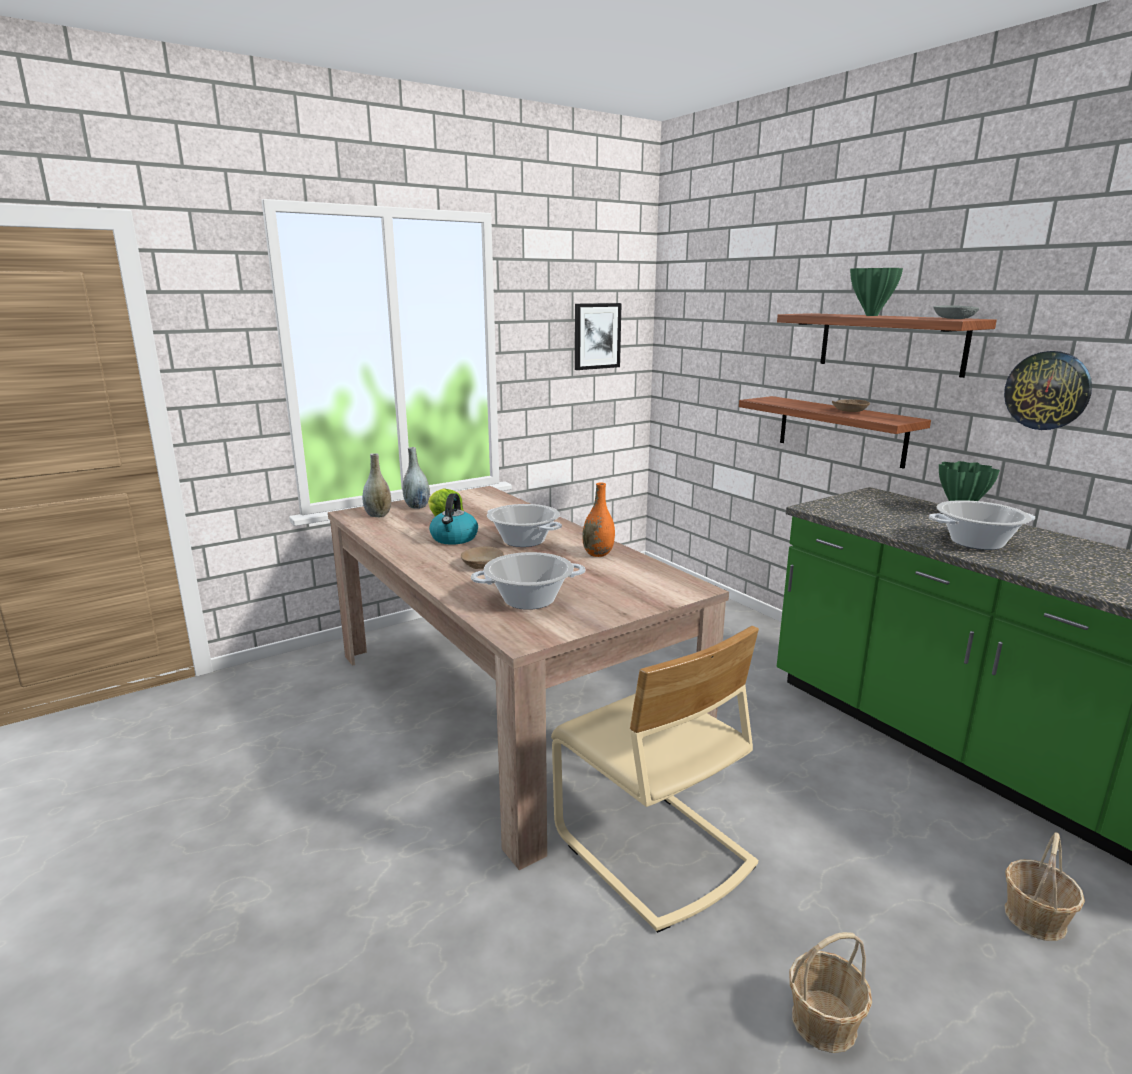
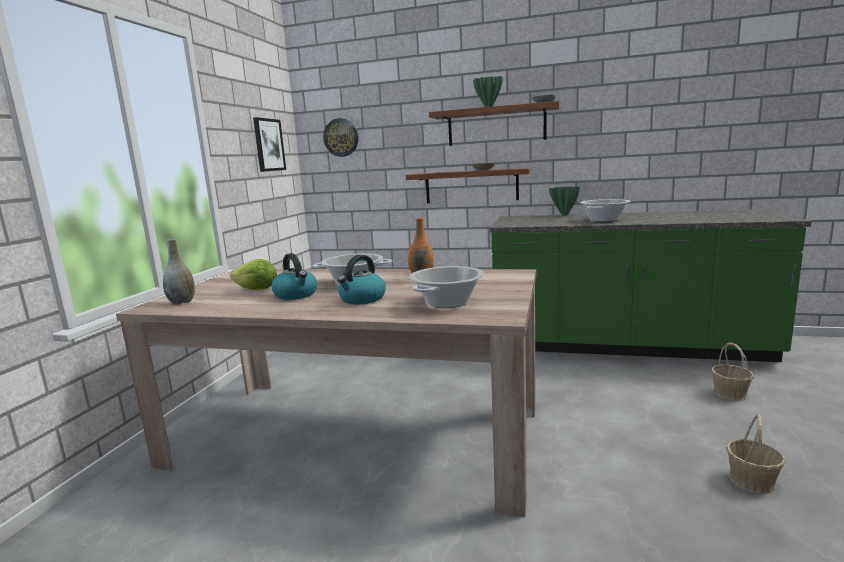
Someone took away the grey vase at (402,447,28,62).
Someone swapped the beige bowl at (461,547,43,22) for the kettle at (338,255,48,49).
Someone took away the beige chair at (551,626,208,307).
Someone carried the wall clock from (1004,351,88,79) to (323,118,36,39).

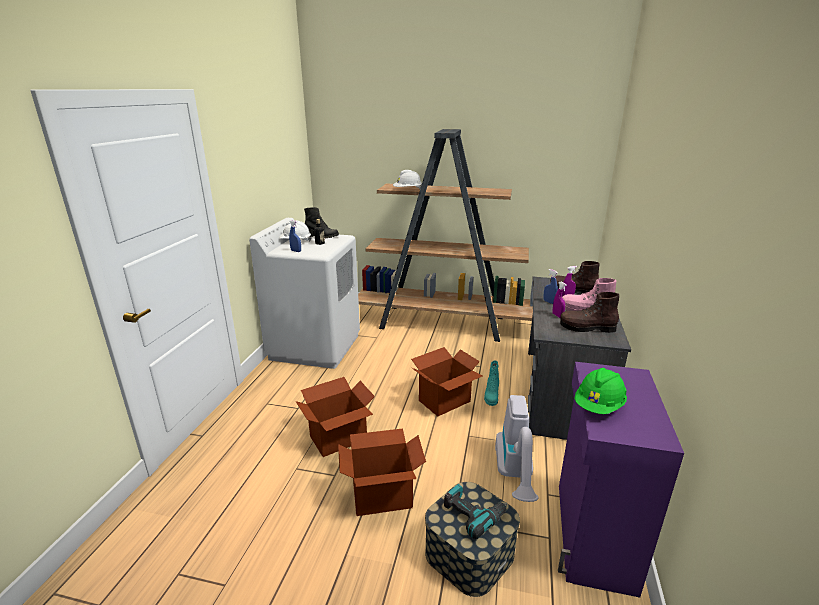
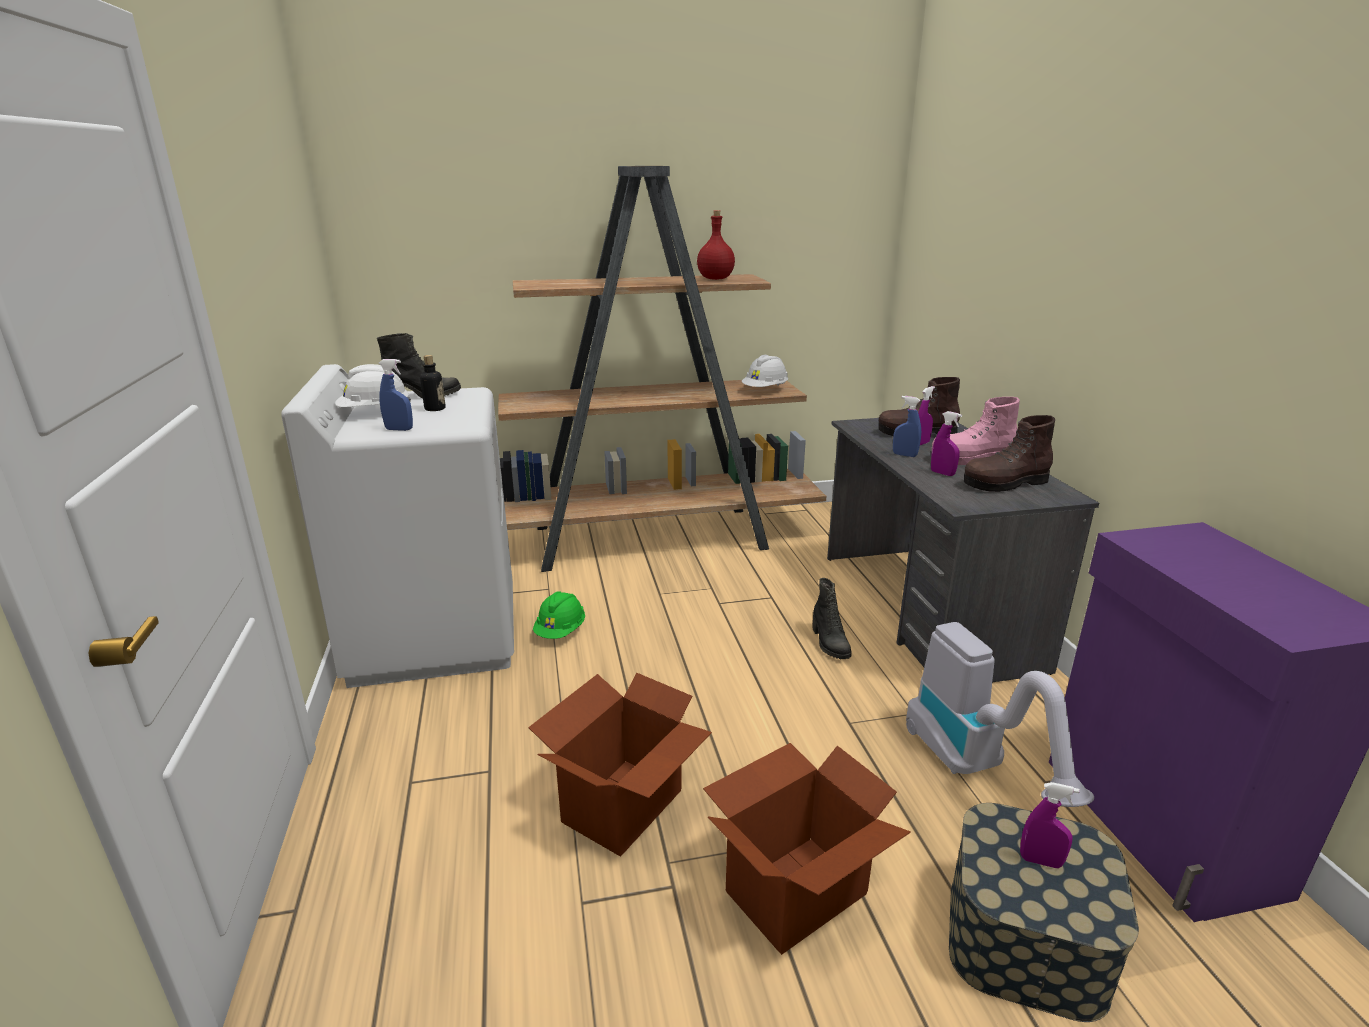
Someone carried the white hard hat from (393,170,29,20) to (742,355,46,32).
Someone took away the cardboard box at (411,347,71,69).
Someone swapped the power drill at (444,484,63,55) for the purple spray bottle at (1020,782,60,86).
Someone repainted the turquoise boot at (484,360,15,46), which became the black boot at (813,578,39,81).
Someone carried the green hard hat from (574,368,53,46) to (533,591,52,48).
Someone put down the red bottle at (697,210,38,70).

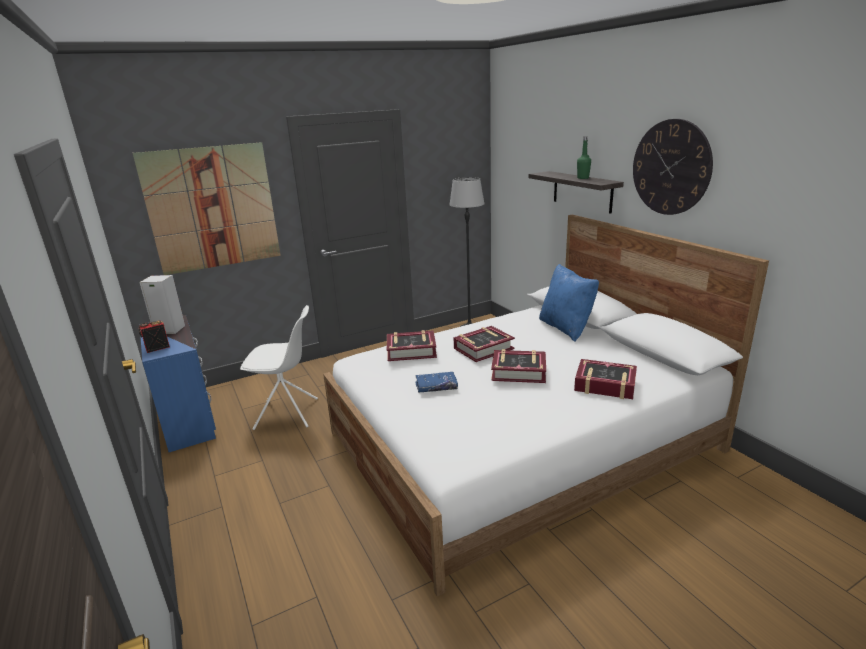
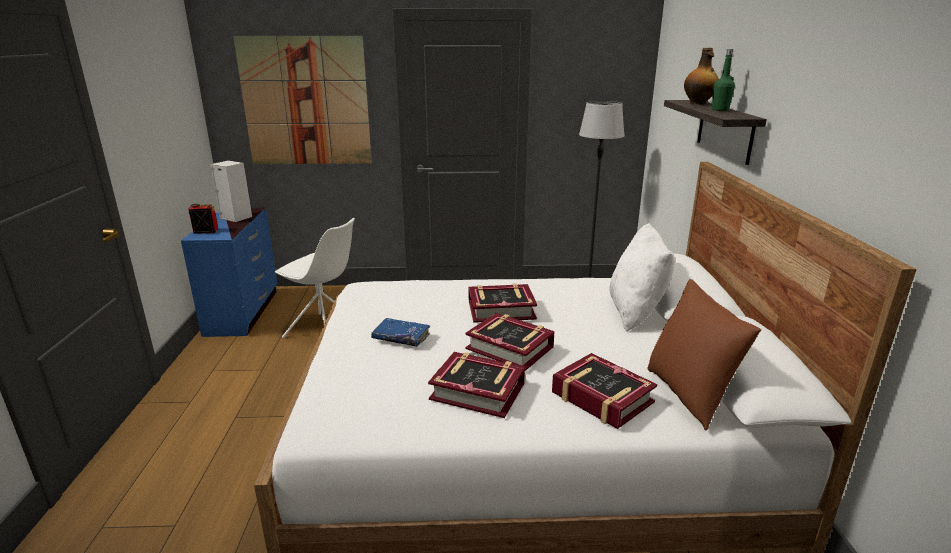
Someone carried the book from (387,330,50,31) to (428,352,97,66).
Someone repainted the blue pillow at (539,264,60,78), which became the white pillow at (609,223,66,108).
Someone took away the wall clock at (633,119,80,96).
Someone put down the brown pillow at (647,279,114,151).
Someone put down the bottle at (684,48,35,57).

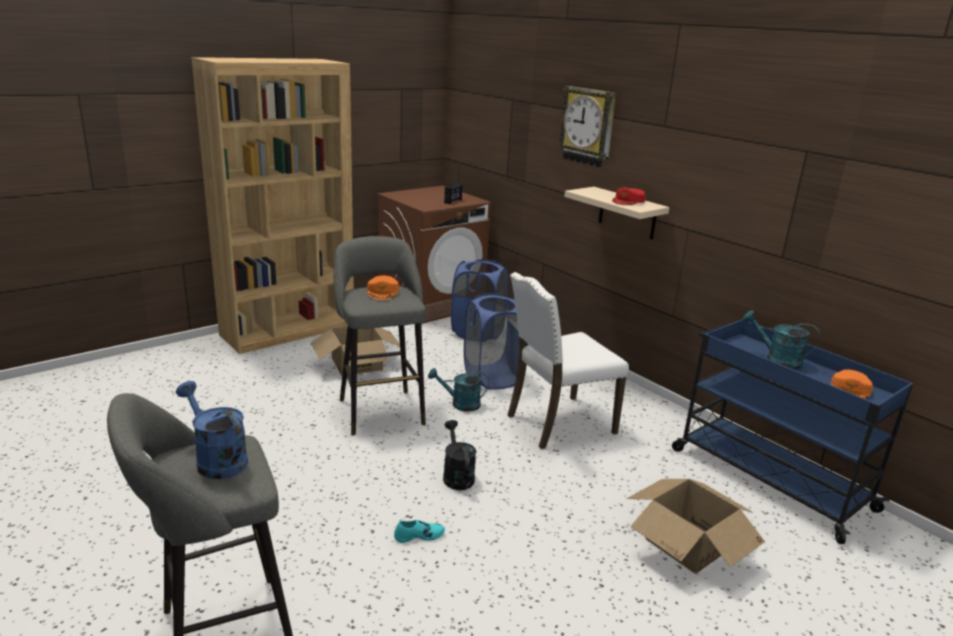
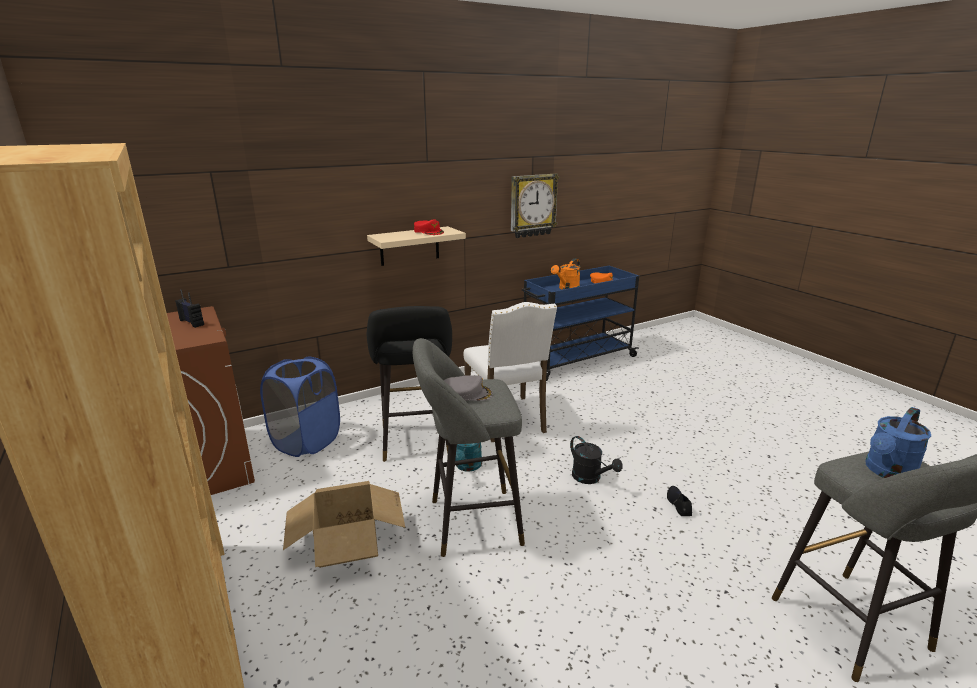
Someone repainted the orange cap at (367,276,32,24), which became the grey cap at (444,375,49,26).
Someone repainted the turquoise shoe at (394,520,51,23), which became the black shoe at (667,486,25,30).
Someone rotated the black watering can at (443,420,33,70) by 120 degrees counterclockwise.
Someone swapped the blue laundry basket at (464,293,56,97) for the black stool at (367,306,85,156).
Someone carried the wall clock from (558,86,58,81) to (511,174,49,64).
Someone took away the cardboard box at (627,479,138,95).
Someone repainted the turquoise watering can at (743,310,77,60), which became the orange watering can at (551,259,29,31).

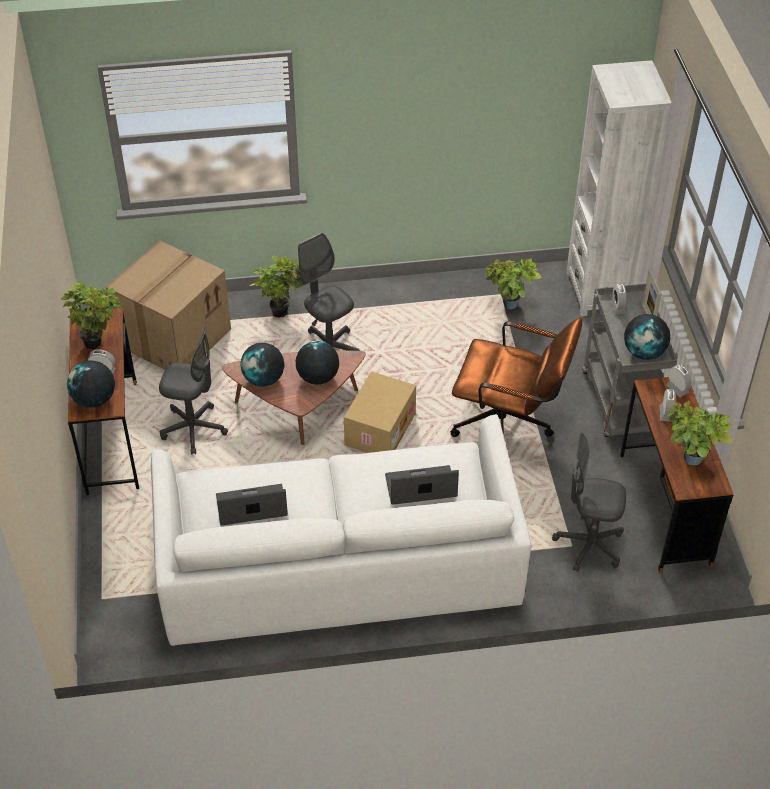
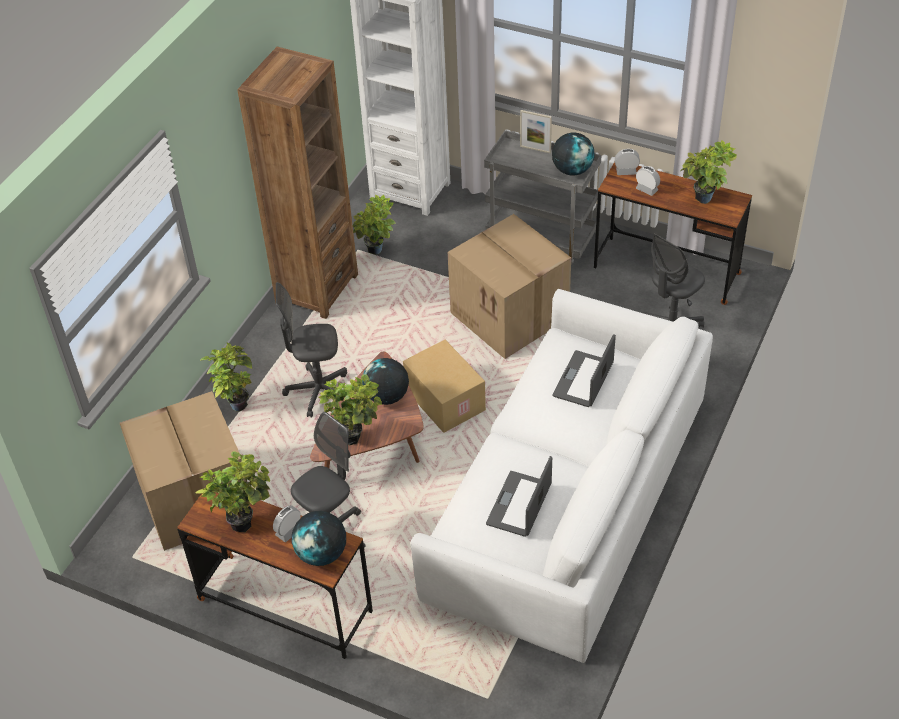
Someone swapped the globe at (240,343,44,44) for the potted plant at (319,374,63,71).
Someone swapped the brown office chair at (450,318,132,119) for the cardboard box at (448,214,123,145).
Someone took away the alarm clock at (610,284,17,30).
Someone put down the brown bookcase at (237,47,121,272).

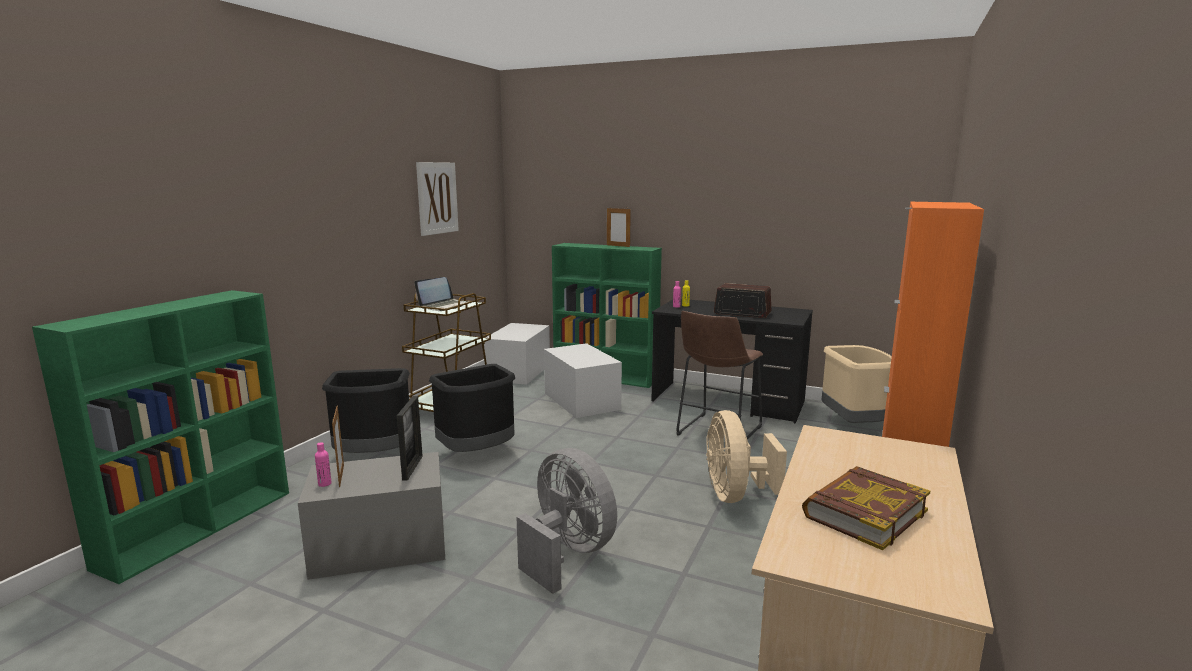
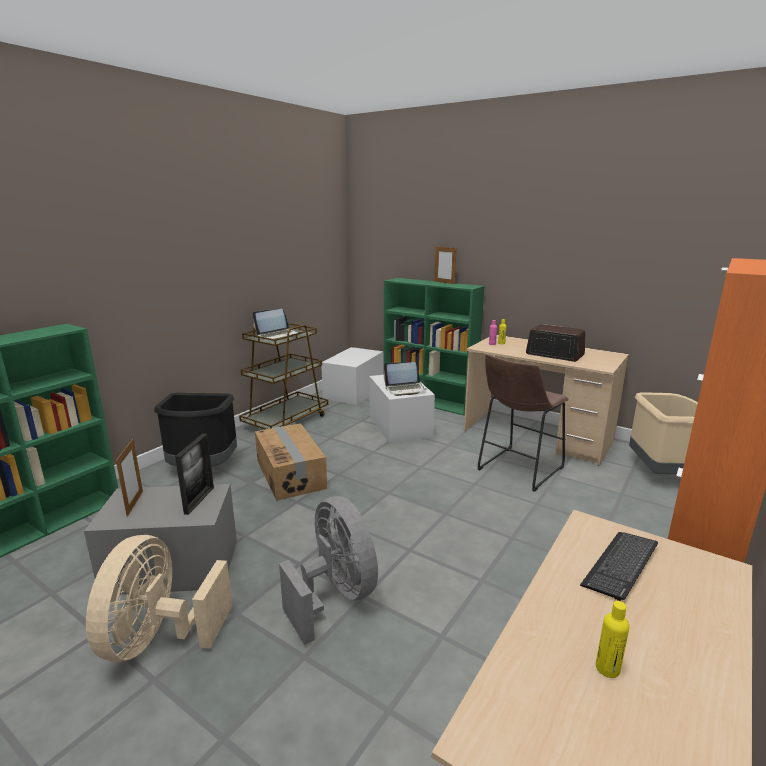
Someone took away the pink bottle at (315,442,17,45).
Someone took away the picture at (416,162,43,74).
Someone swapped the black trash can at (429,364,86,91) for the cardboard box at (255,423,72,78).
Someone repainted the black desk at (651,299,162,124), which became the beige desk at (464,335,165,131).
Someone carried the beige fan from (706,410,81,93) to (86,535,147,127).
Someone swapped the book at (802,466,128,84) for the yellow bottle at (596,601,33,77).
Someone put down the laptop at (384,362,42,34).
Someone put down the keyboard at (580,532,78,69).

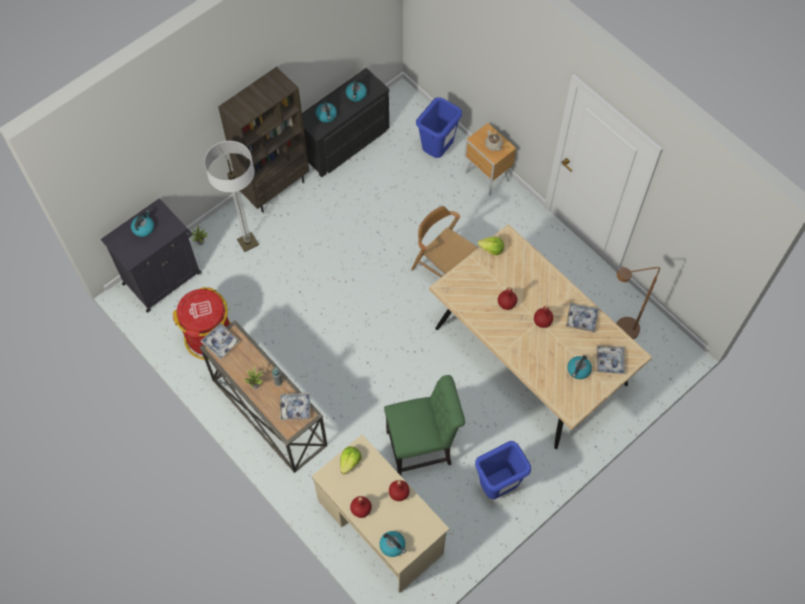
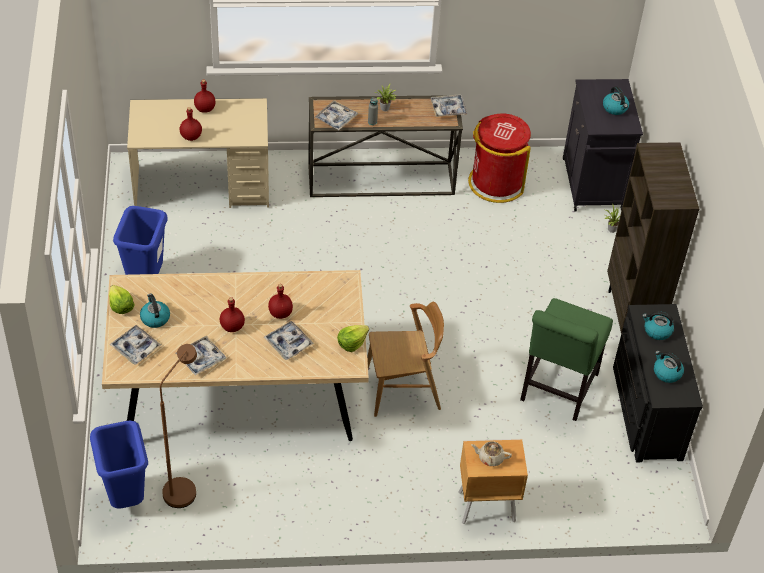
Someone took away the floor lamp at (204,141,55,111).
Someone carried the lettuce from (340,446,22,29) to (109,285,26,29).
Someone took away the kettle at (379,531,27,26).
Someone carried the green chair from (384,375,81,101) to (520,298,93,123).
Someone carried the blue trash can from (416,97,46,61) to (90,421,58,88).
Someone put down the tray at (264,321,50,39).

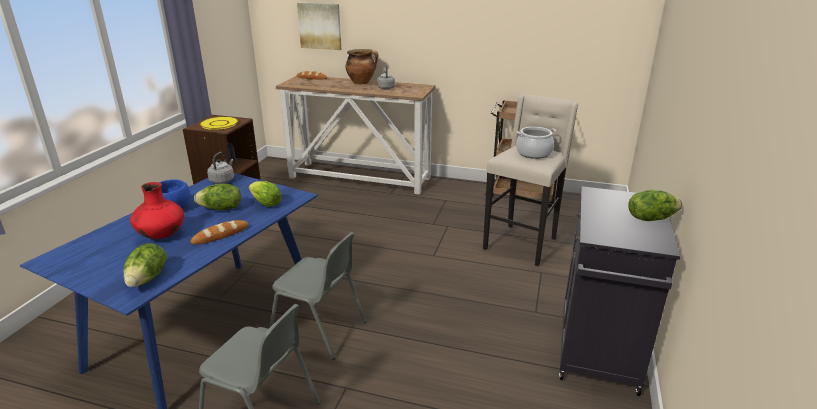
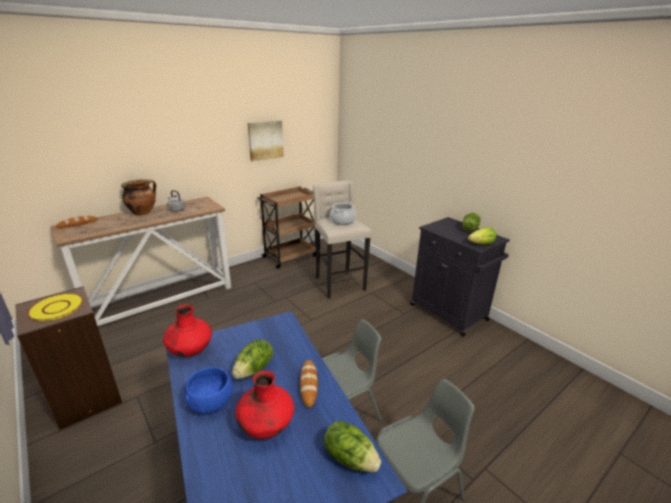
Someone swapped the grey kettle at (207,152,27,32) for the red vase at (163,304,49,53).
Someone carried the lettuce from (249,181,33,26) to (468,227,28,17).
Someone carried the picture from (297,3,44,47) to (248,120,36,41).

